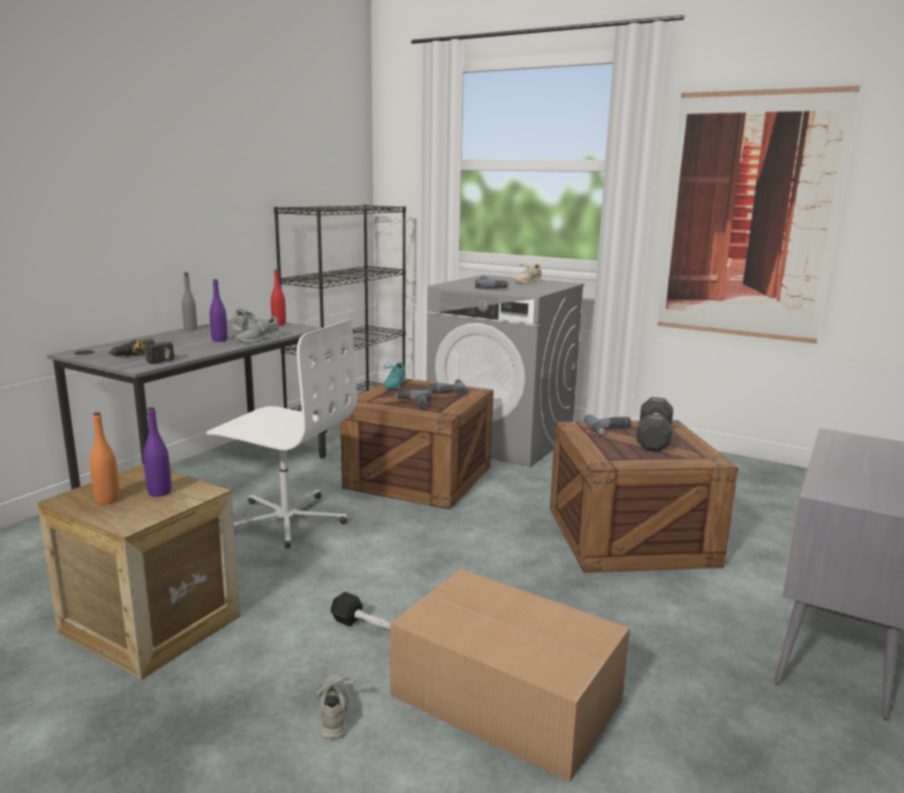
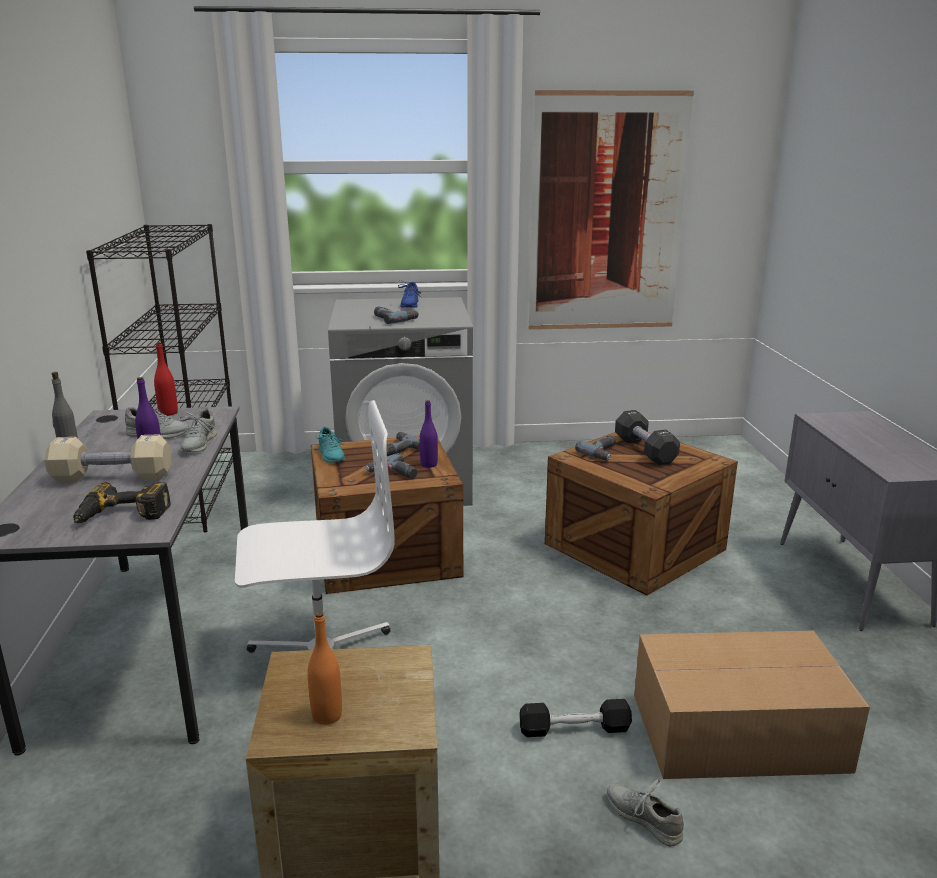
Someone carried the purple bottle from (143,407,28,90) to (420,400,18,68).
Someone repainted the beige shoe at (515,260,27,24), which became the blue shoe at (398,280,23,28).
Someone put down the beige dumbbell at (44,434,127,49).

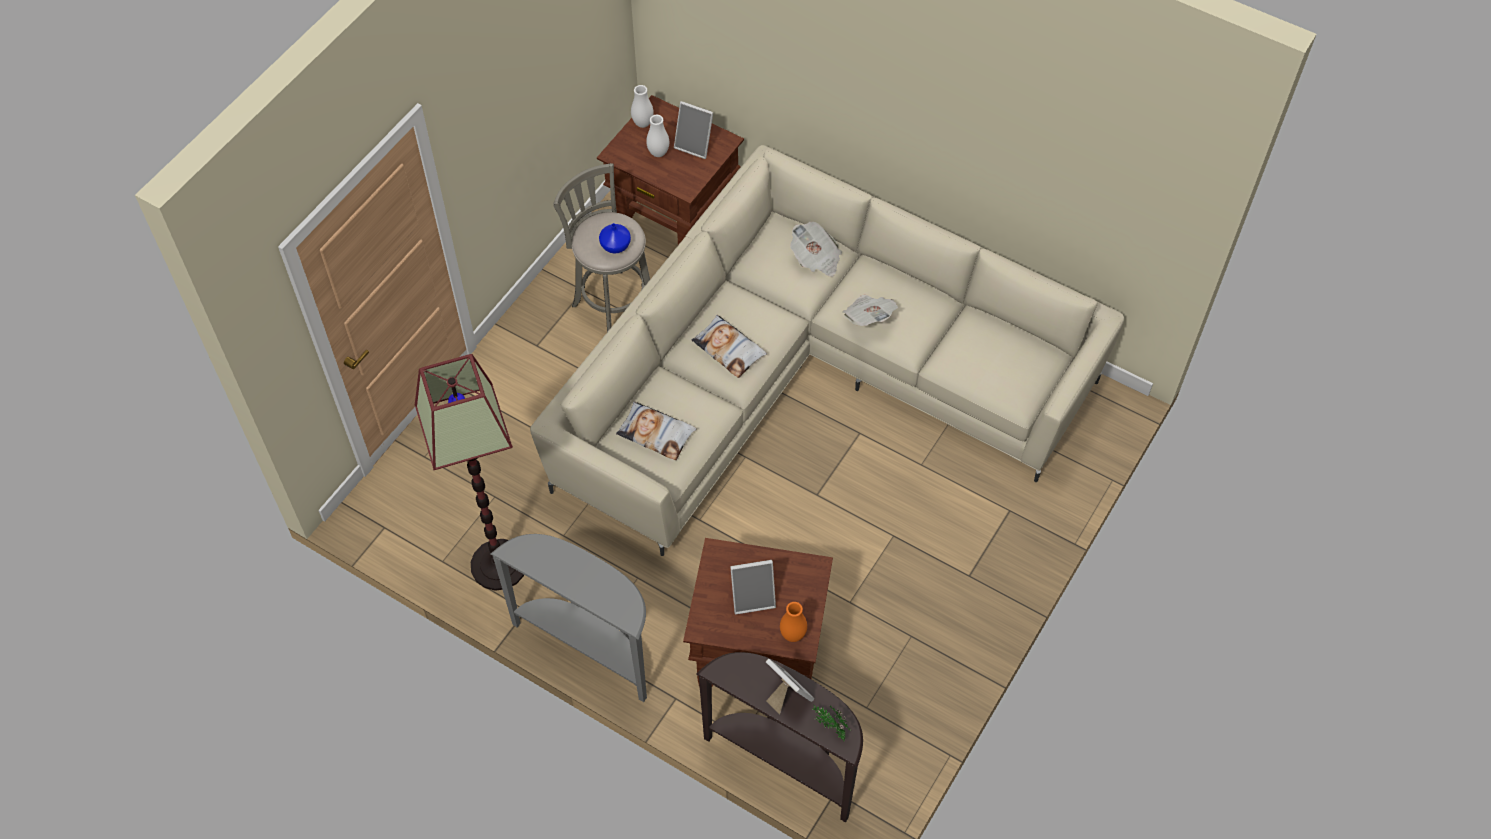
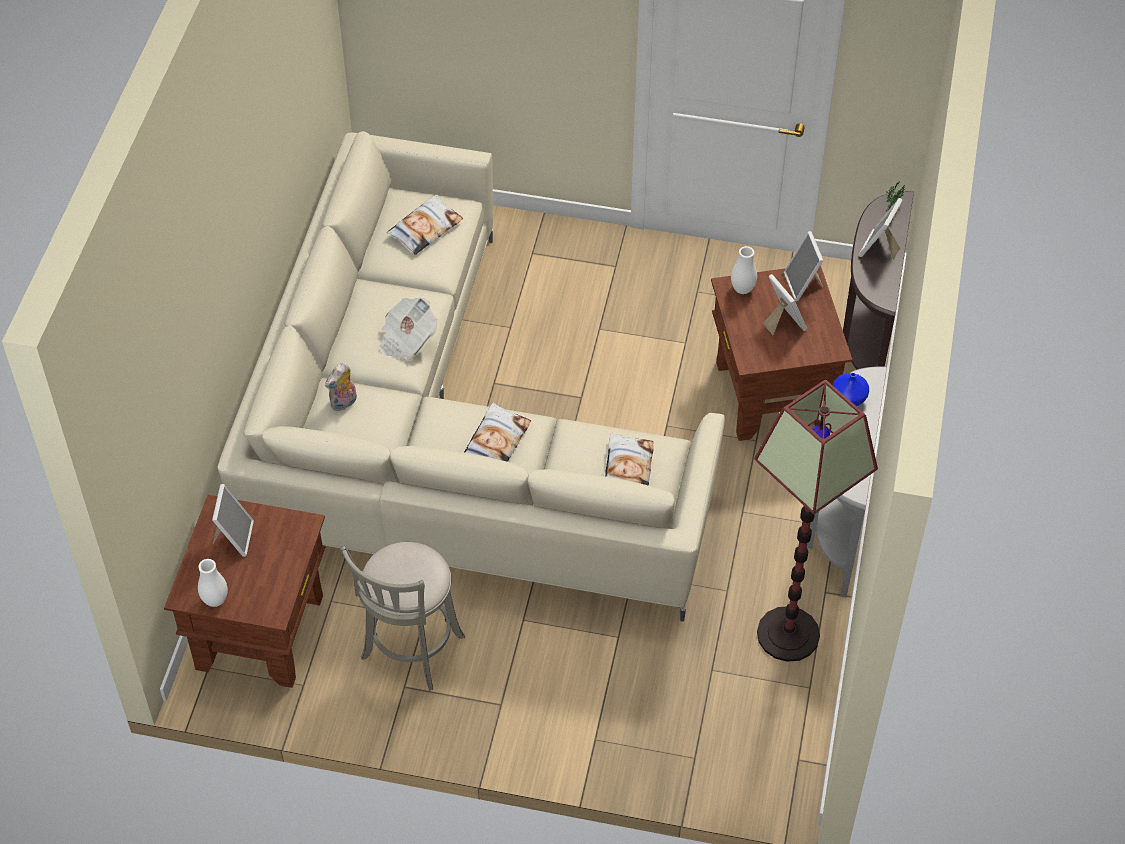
Someone carried the blue vase from (599,223,32,30) to (833,372,36,34).
Someone carried the white vase from (646,115,23,42) to (731,246,26,48).
Someone swapped the orange vase at (780,602,27,40) for the picture frame at (784,231,40,70).
Someone swapped the newspaper at (790,222,52,55) for the plush toy at (325,363,32,48).
Someone put down the pillow at (387,195,76,60).

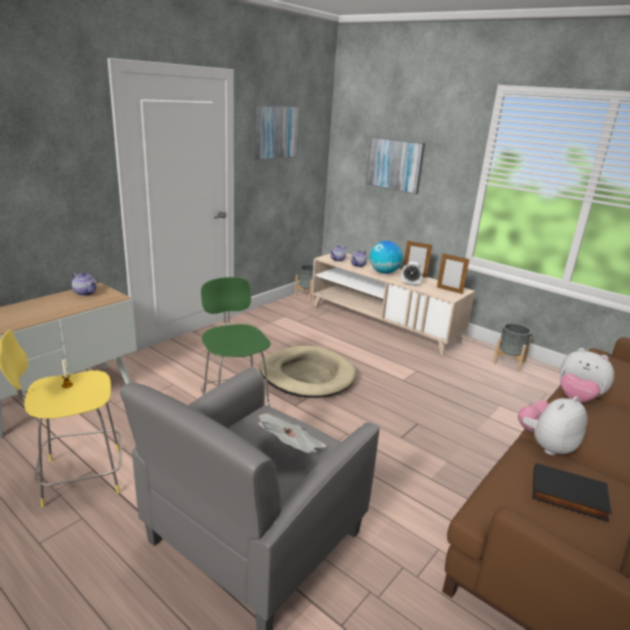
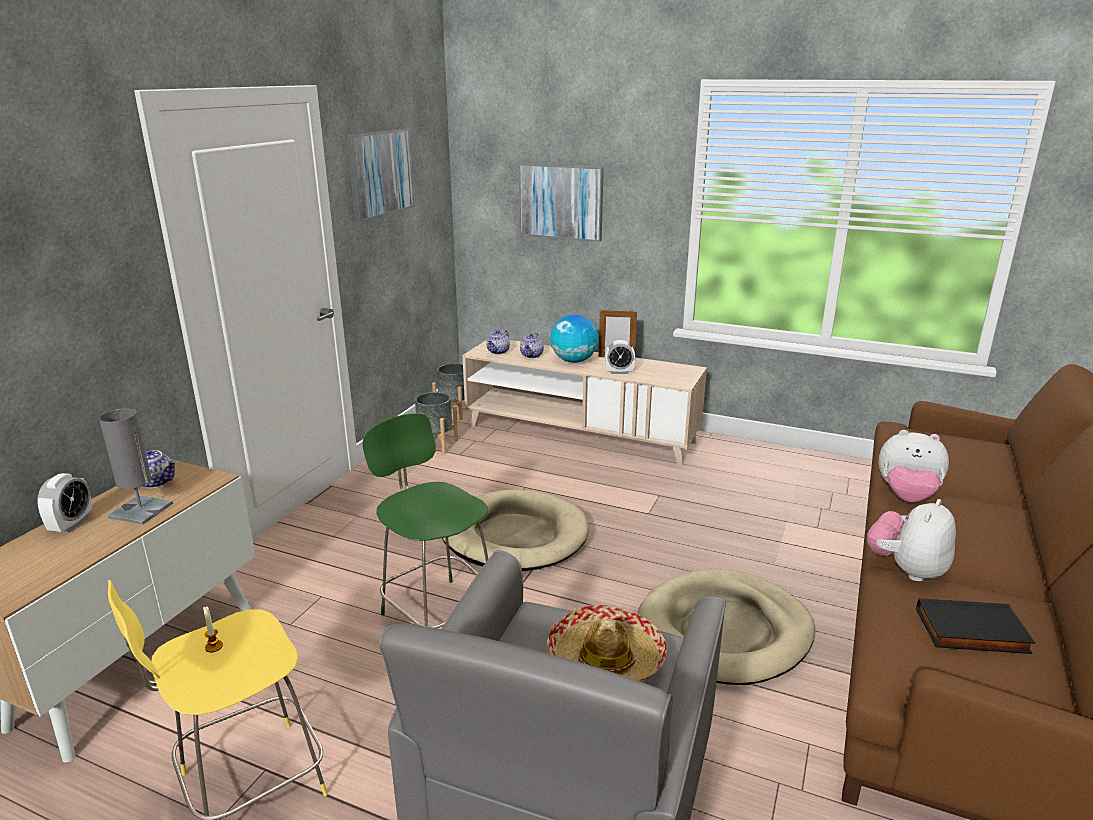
Someone swapped the newspaper at (258,413,68,41) for the hat at (547,605,120,77).
Someone took away the picture frame at (437,253,32,41).
Someone carried the grey planter from (493,323,39,49) to (415,392,43,62).
Someone put down the alarm clock at (37,473,55,60).
Someone put down the grey table lamp at (99,408,74,117).
Someone put down the beige dog bed at (638,569,177,116).

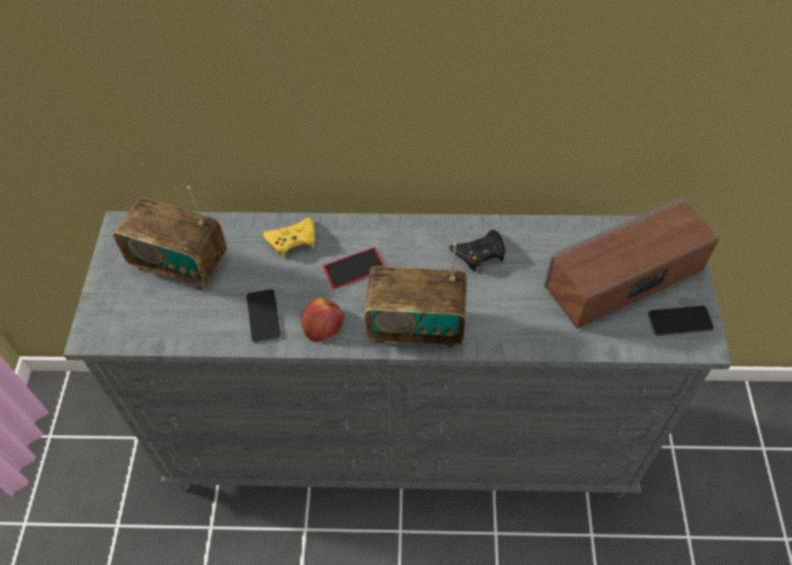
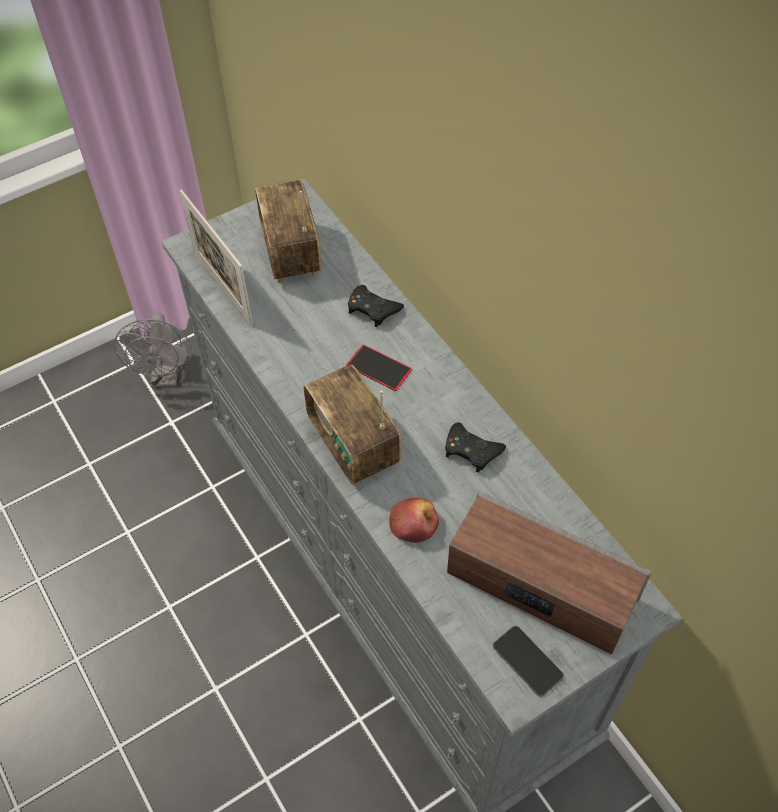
Someone took away the phone at (246,289,35,54).
Someone repainted the yellow game controller at (263,218,52,40), which became the black game controller at (348,285,56,42).
Someone carried the apple from (300,298,44,44) to (389,498,50,45).
Someone put down the grey fan at (114,313,78,74).
Someone put down the picture frame at (180,189,73,137).

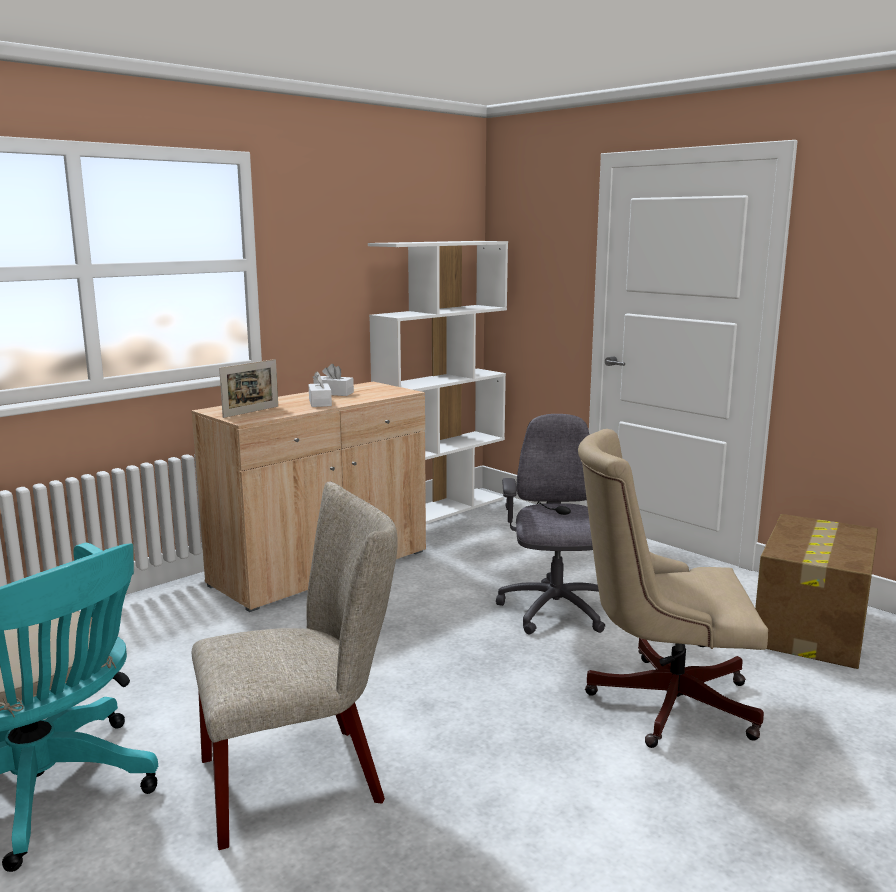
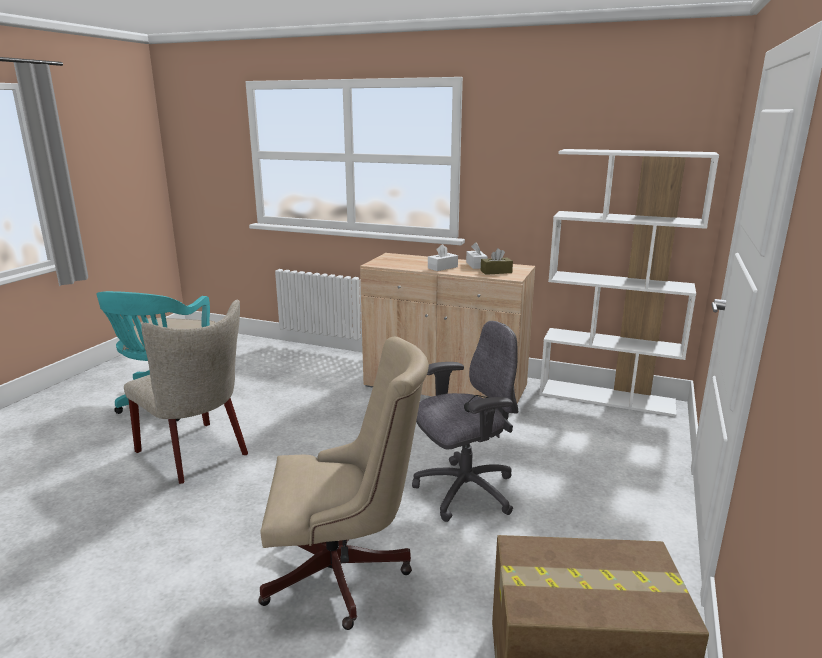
Someone took away the picture frame at (219,359,59,59).
Someone rotated the beige office chair at (578,429,190,319) by 105 degrees clockwise.
Someone put down the brown tissue box at (481,248,32,27).

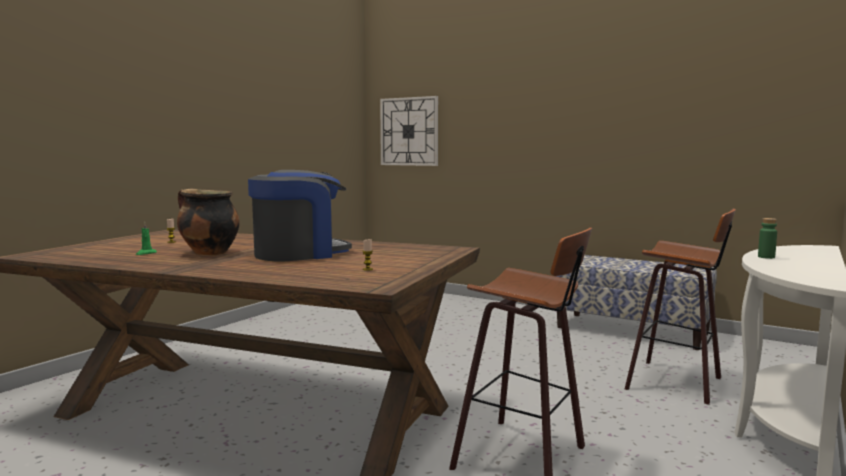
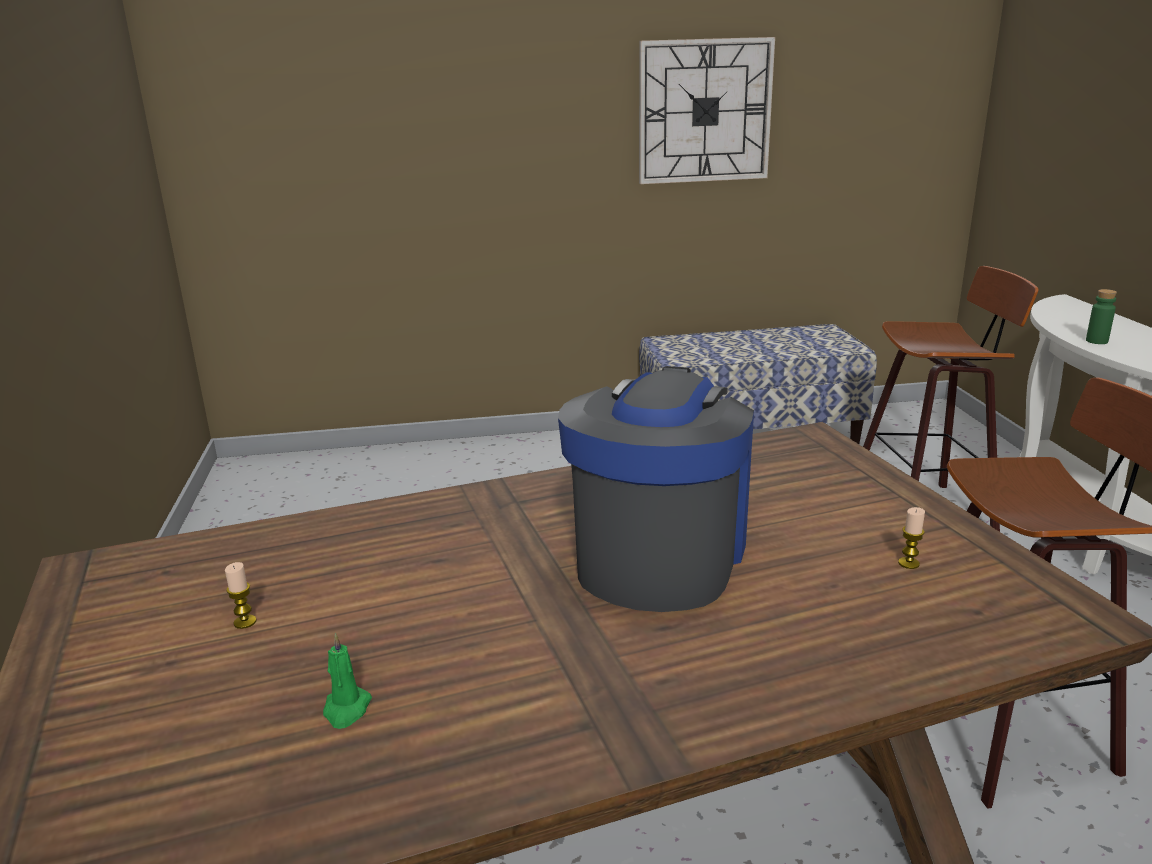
Someone took away the cooking pot at (177,188,63,68).
Someone carried the wall clock from (380,96,58,70) to (639,37,136,147).

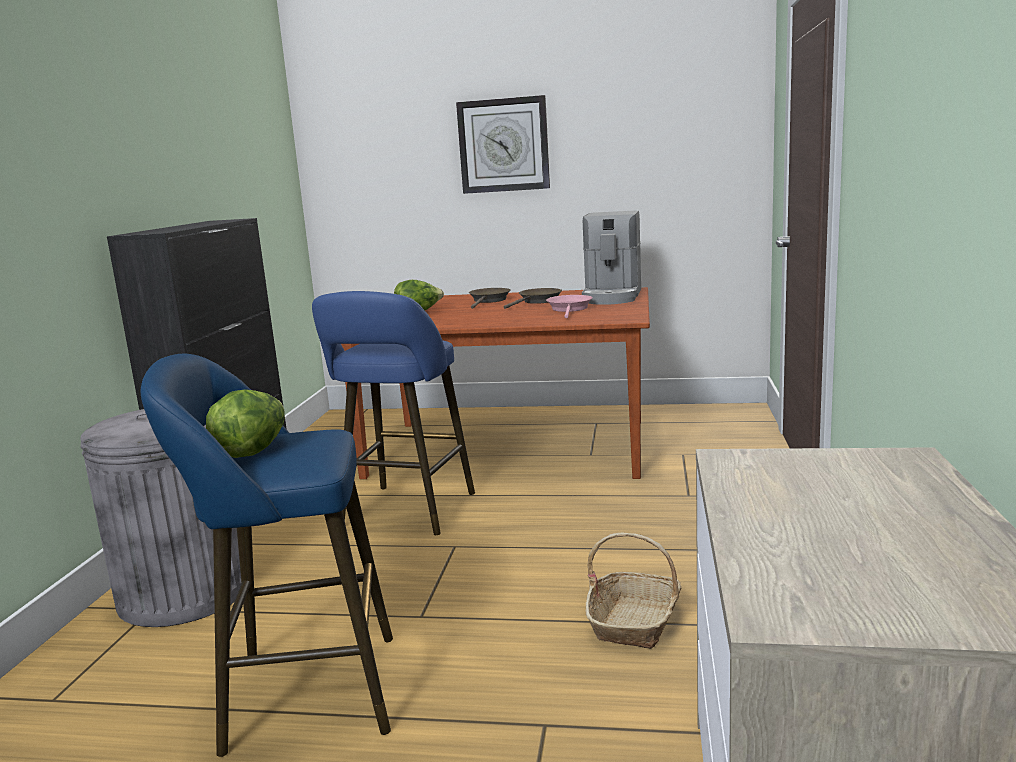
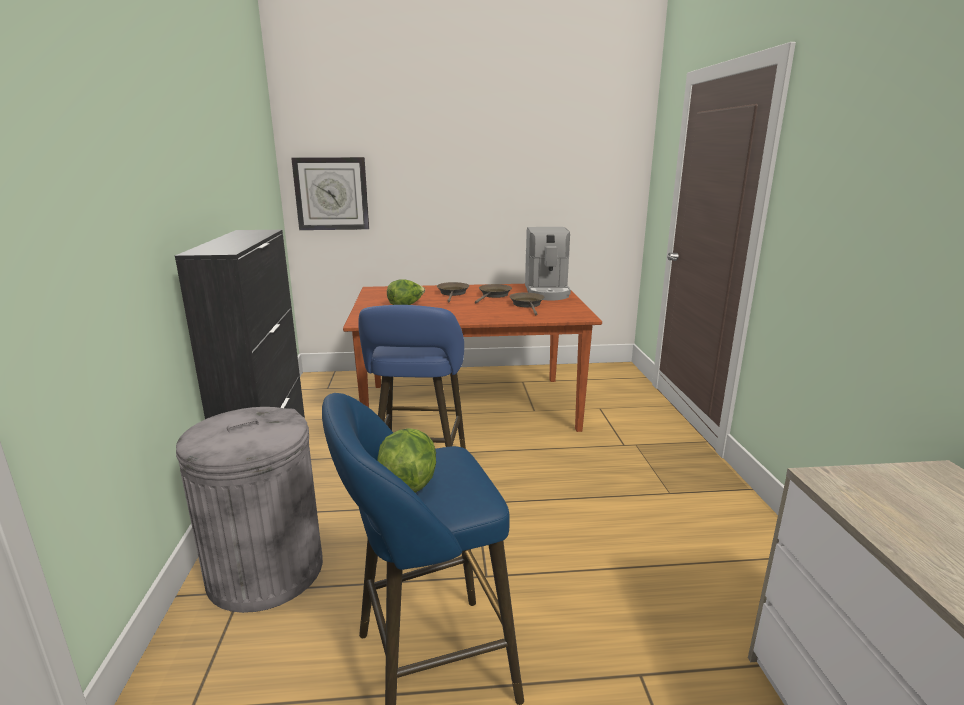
Someone carried the wall clock from (456,95,94,99) to (291,157,78,73).
Someone repainted the pink frying pan at (546,295,47,23), which became the brown frying pan at (509,292,36,23).
Someone took away the basket at (586,533,96,116).

